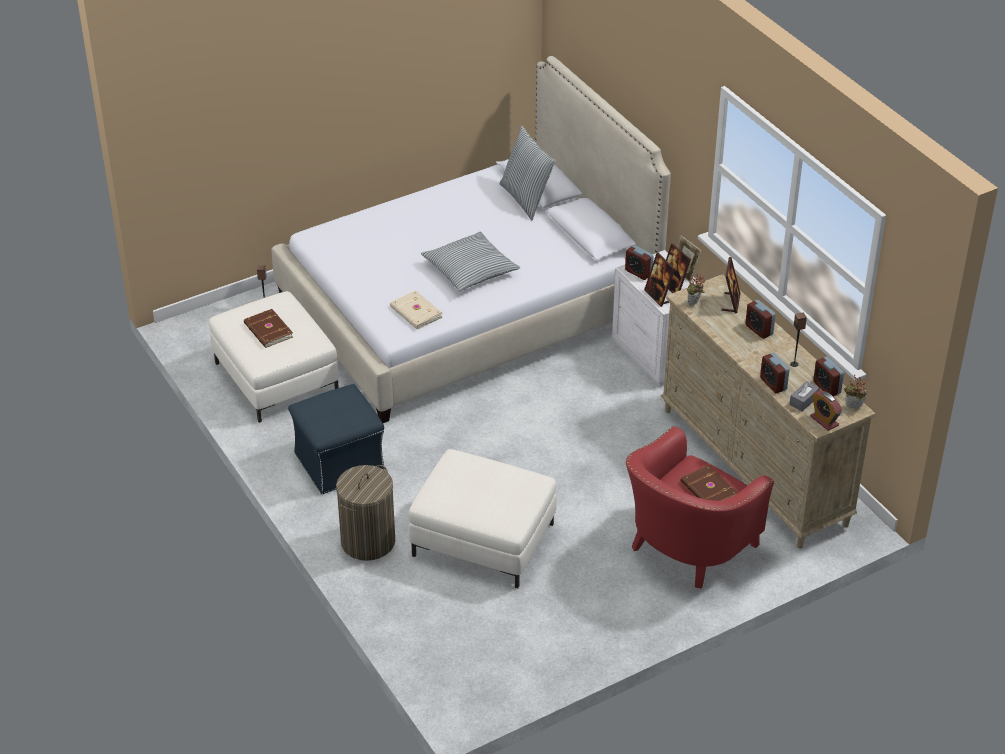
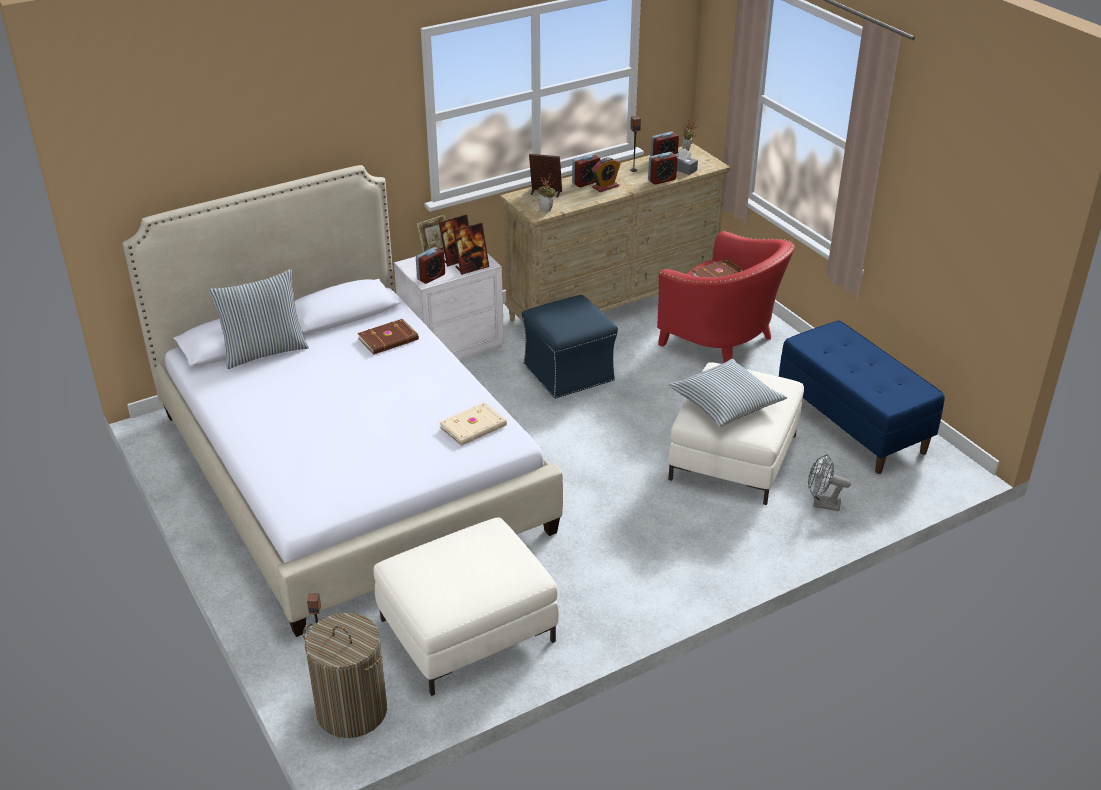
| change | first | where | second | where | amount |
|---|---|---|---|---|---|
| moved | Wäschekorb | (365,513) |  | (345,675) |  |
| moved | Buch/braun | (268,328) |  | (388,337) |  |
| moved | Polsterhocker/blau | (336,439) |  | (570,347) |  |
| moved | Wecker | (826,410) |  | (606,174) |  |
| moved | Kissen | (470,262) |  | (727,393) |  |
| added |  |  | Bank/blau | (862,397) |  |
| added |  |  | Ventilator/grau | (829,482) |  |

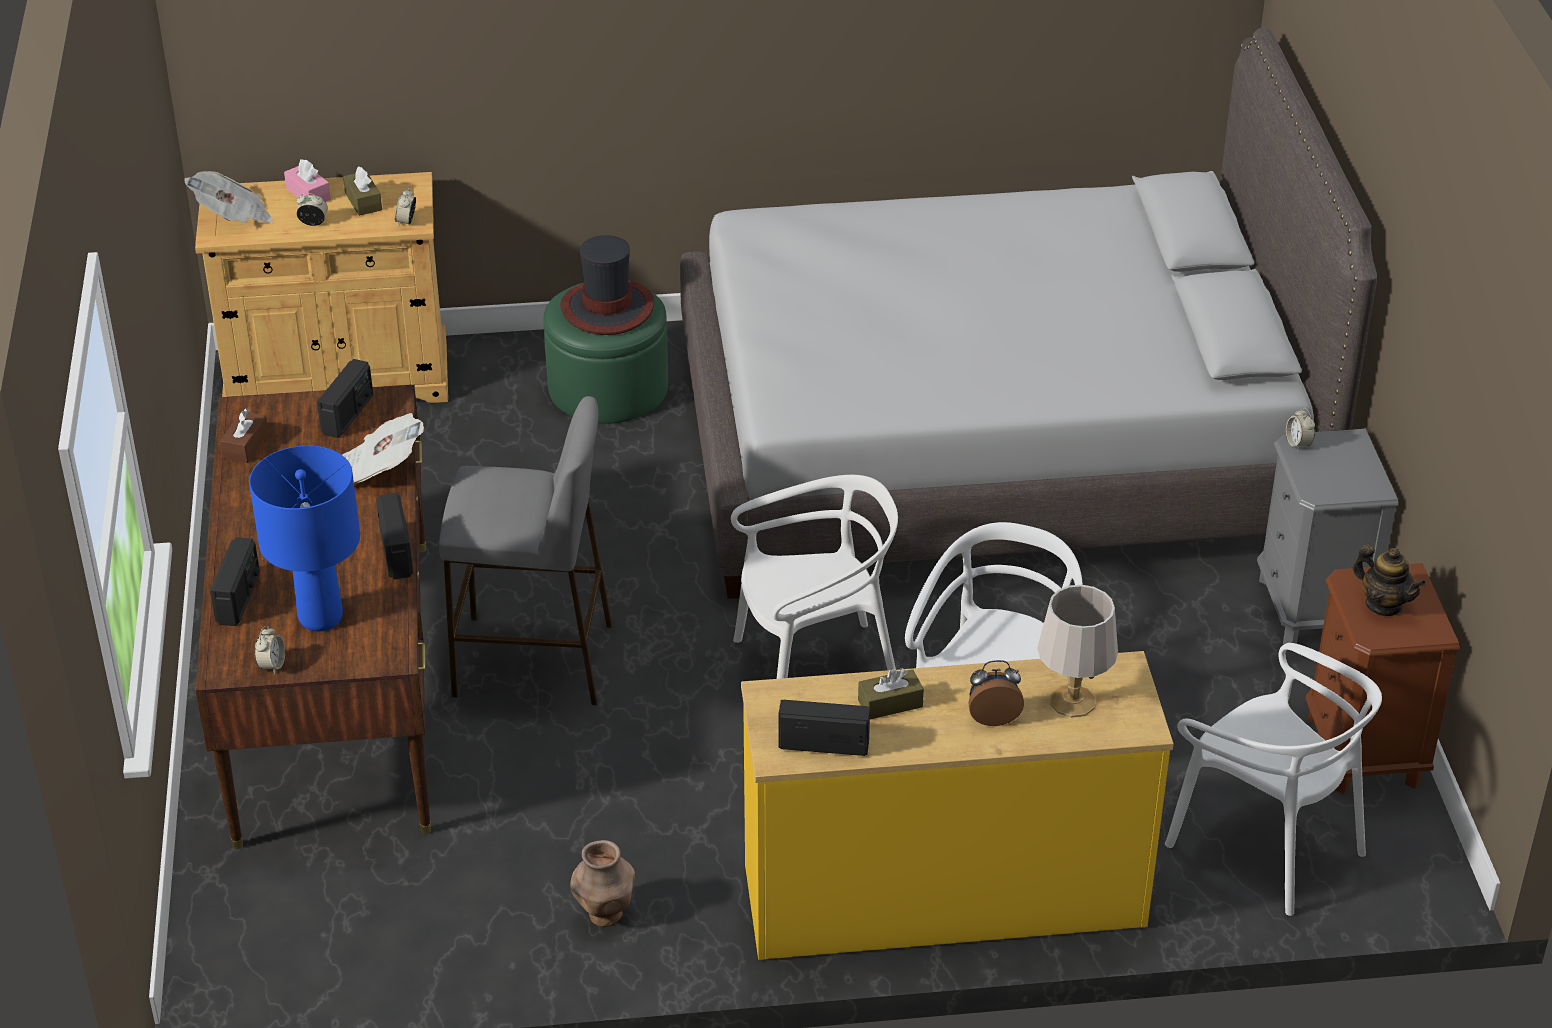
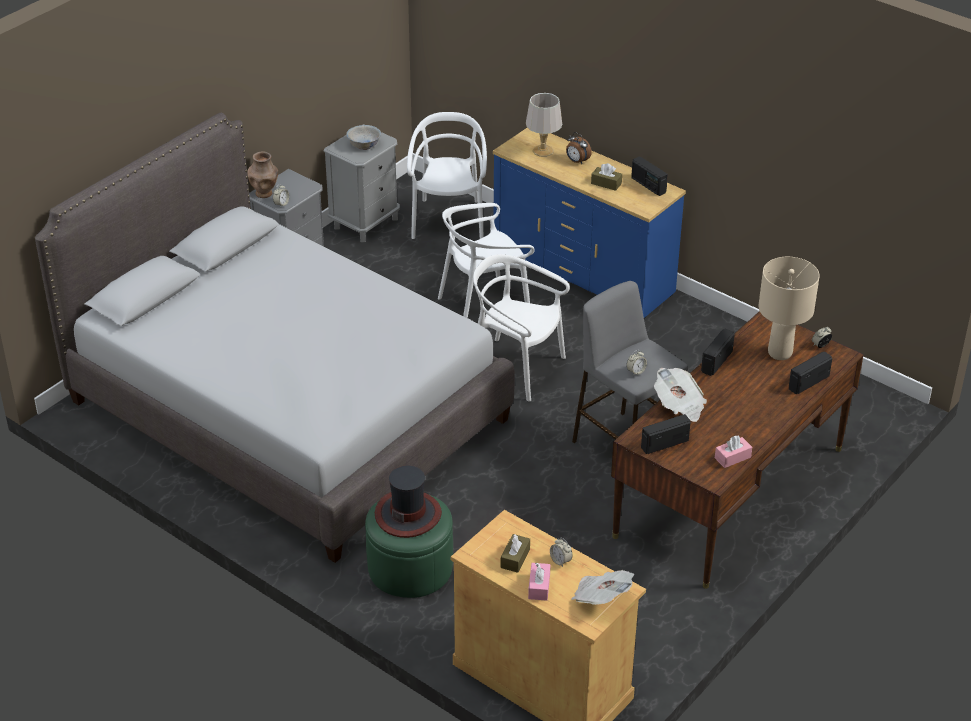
| change | first | where | second | where | amount |
|---|---|---|---|---|---|
| moved | Vase/braun | (602,883) |  | (262,174) |  |
| recoloured | Nachttisch/braun | (1382,679) | Nachttisch/grau | (361,183) |  |
| replaced | Teekanne | (1389,580) | Schüssel/weiß | (363,137) |  |
| recoloured | Kommode/gelb | (957,805) | Kommode/blau | (589,223) |  |
| moved | Wecker | (405,207) |  | (636,363) |  |
| recoloured | Taschentuchbox/braun | (244,435) | Taschentuchbox/rosa | (733,451) |  |
| recoloured | Tischlampe/blau | (304,538) | Tischlampe/beige | (789,308) |  |

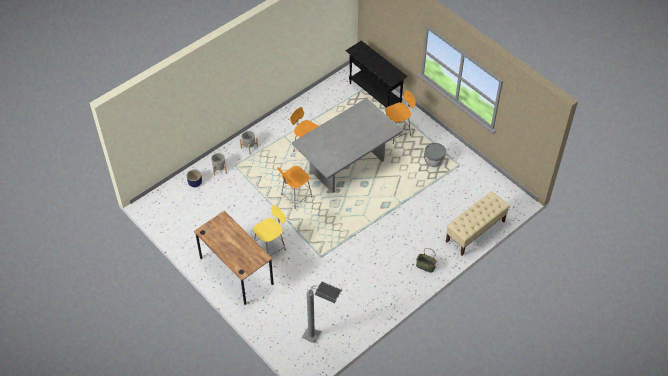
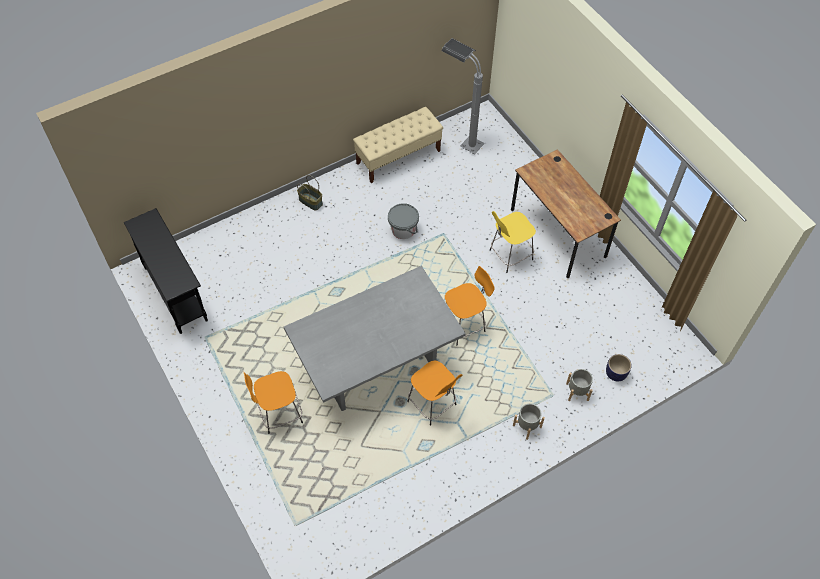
| change | first | where | second | where | amount |
|---|---|---|---|---|---|
| moved | Konsolentisch/schwarz | (377,74) |  | (166,271) |  |
| moved | Bank/beige | (478,223) |  | (398,145) |  |
| moved | Eimer/grau | (435,155) |  | (403,221) |  |

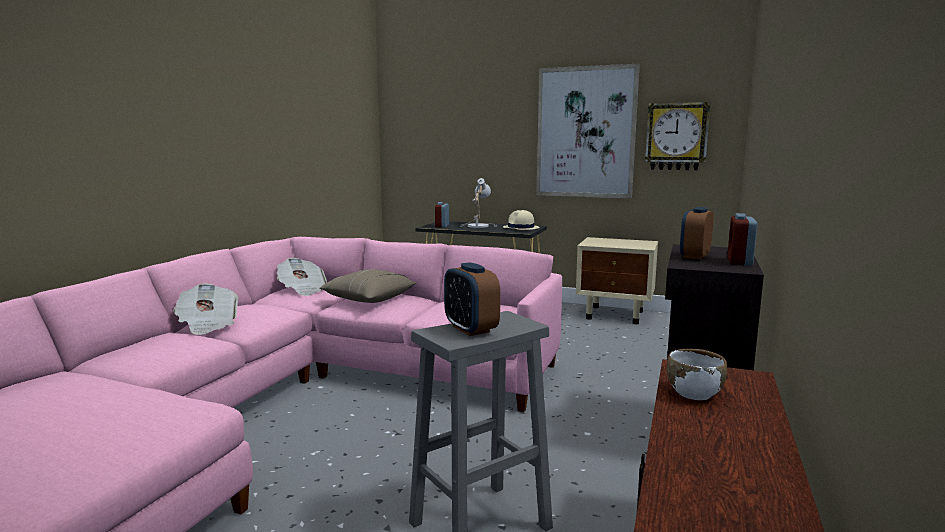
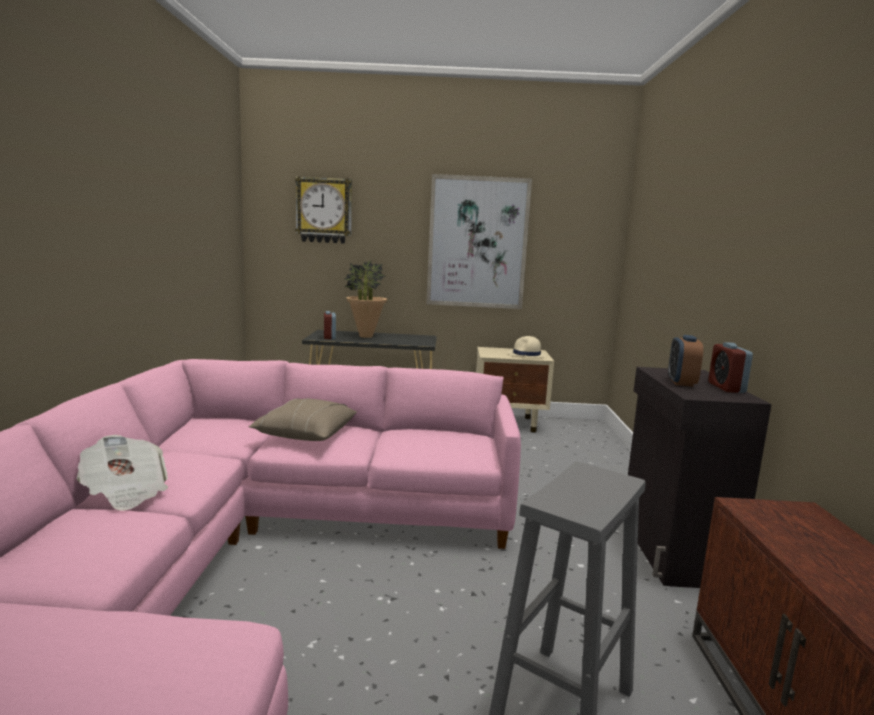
| change | first | where | second | where | amount |
|---|---|---|---|---|---|
| moved | Wanduhr | (677,136) |  | (323,210) |  |
| replaced | Tischlampe | (478,203) | Topfpflanze | (366,299) |  |
| moved | Hut/beige | (521,220) |  | (527,347) |  |
| removed | Zeitung | (302,277) |  |  |  |
| removed | Wecker | (472,299) |  |  |  |
| removed | Schüssel/weiß | (697,374) |  |  |  |

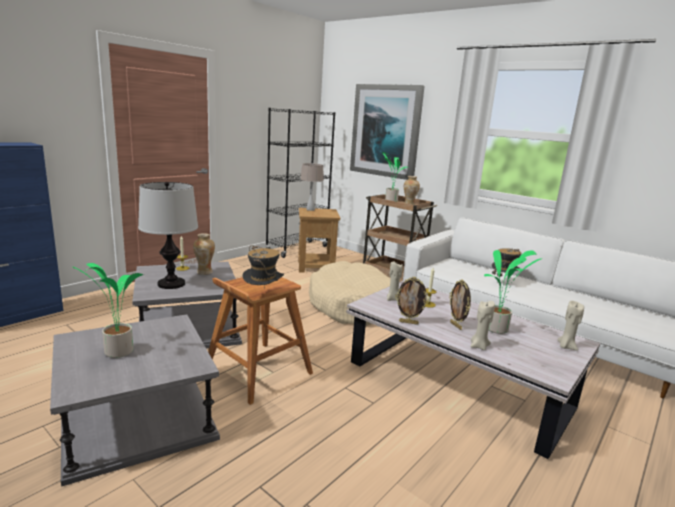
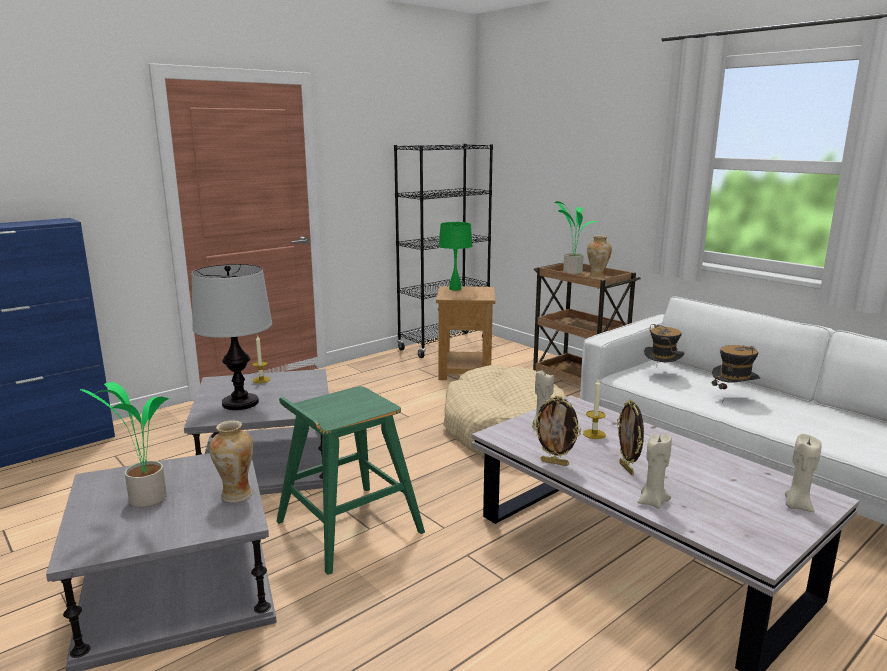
| change | first | where | second | where | amount |
|---|---|---|---|---|---|
| moved | Vase | (204,254) |  | (231,461) |  |
| recoloured | Hocker/braun | (260,341) | Hocker/grün | (350,480) |  |
| recoloured | Tischlampe/beige | (312,187) | Tischlampe/grün | (455,256) |  |
| moved | Hut | (263,266) |  | (664,343) |  |
| removed | Bild | (387,132) |  |  |  |
| removed | Topfpflanze | (513,292) |  |  |  |

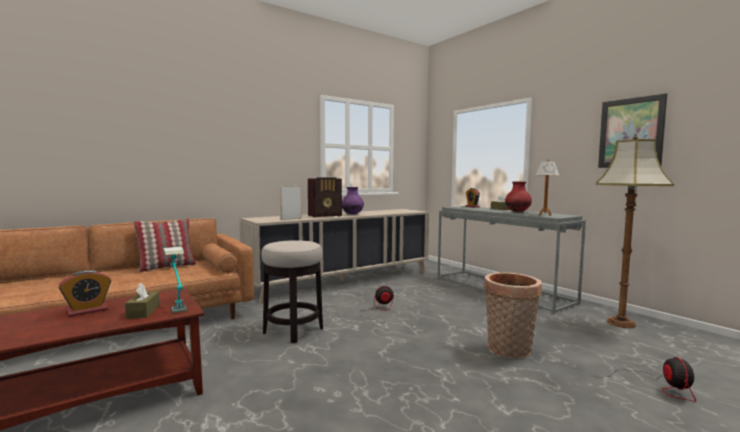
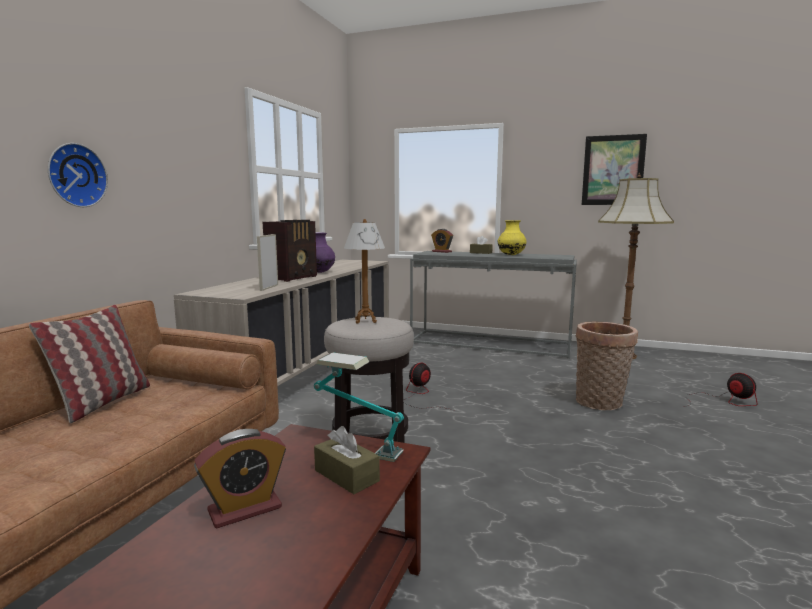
| change | first | where | second | where | amount |
|---|---|---|---|---|---|
| added |  |  | Wanduhr | (78,175) |  |
| turned | Wecker | (84,293) |  | (240,479) | 45 degrees clockwise |
| moved | Tischlampe | (547,188) |  | (364,271) |  |
| recoloured | Vase/rot | (518,197) | Vase/gelb | (512,237) |  |

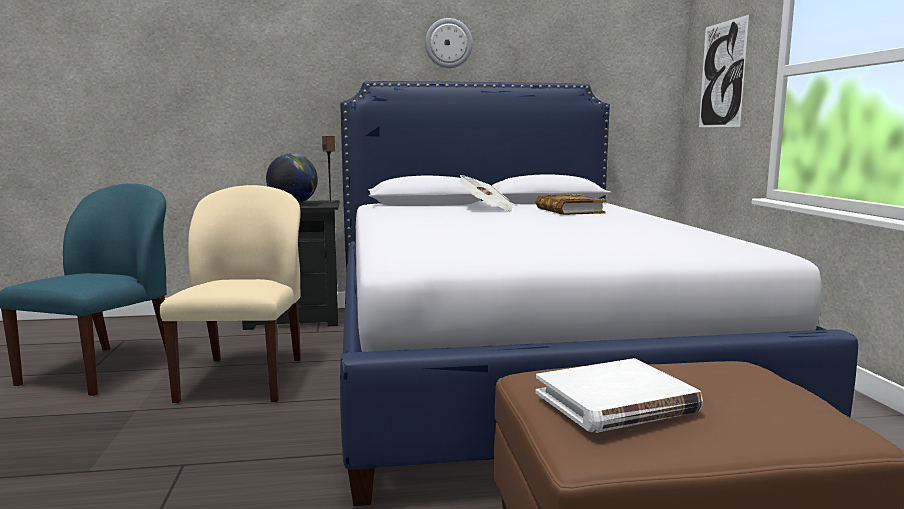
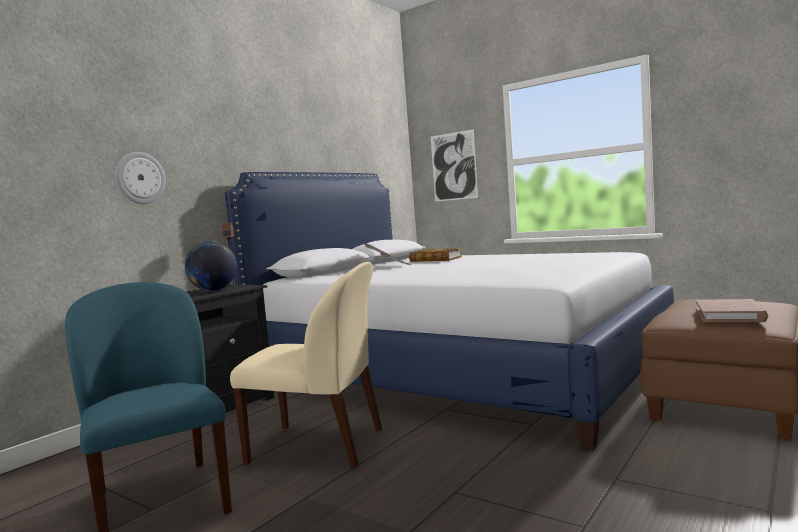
| change | first | where | second | where | amount |
|---|---|---|---|---|---|
| moved | Wanduhr | (449,43) |  | (141,178) |  |
| turned | Stuhl/beige | (230,294) |  | (306,364) | 150 degrees clockwise |
| recoloured | Buch/weiß | (619,395) | Buch/braun | (731,310) |  |

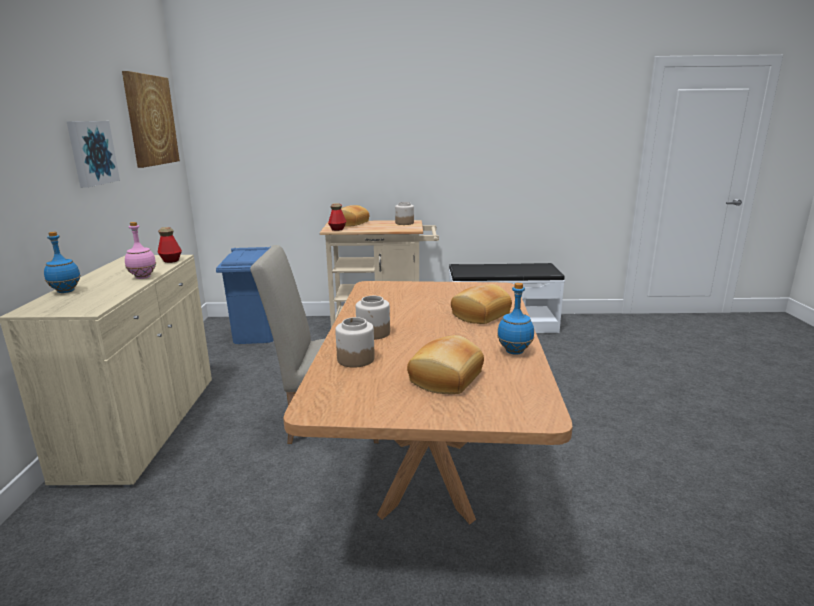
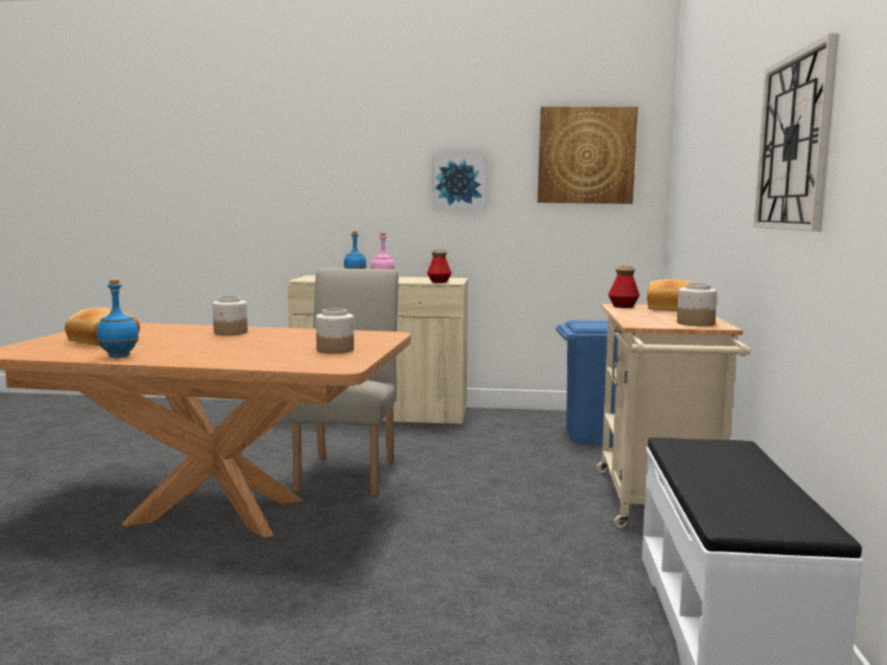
| change | first | where | second | where | amount |
|---|---|---|---|---|---|
| moved | Vorratsglas | (355,342) |  | (335,331) |  |
| added |  |  | Wanduhr | (796,132) |  |
| removed | Brot | (481,304) |  |  |  |

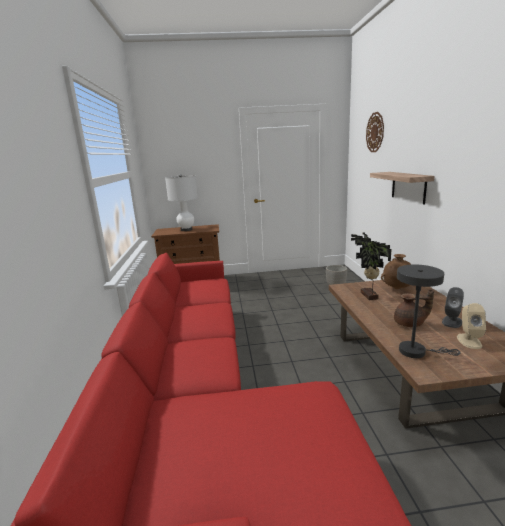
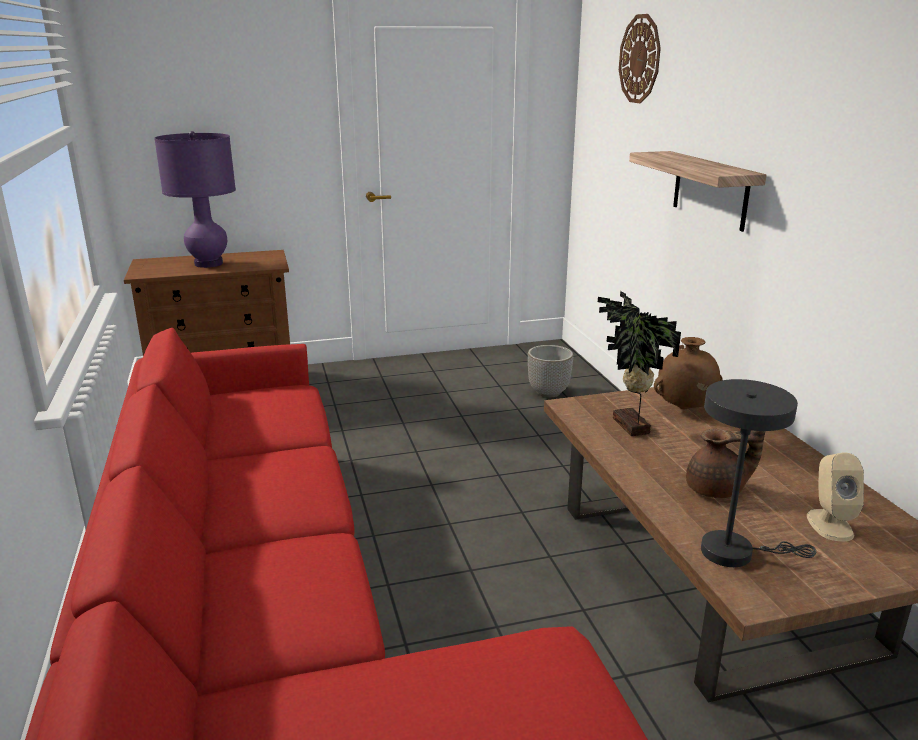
| change | first | where | second | where | amount |
|---|---|---|---|---|---|
| recoloured | Tischlampe/weiß | (181,202) | Tischlampe/lila | (195,199) |  |
| removed | Lautsprecher/grau | (453,307) |  |  |  |

